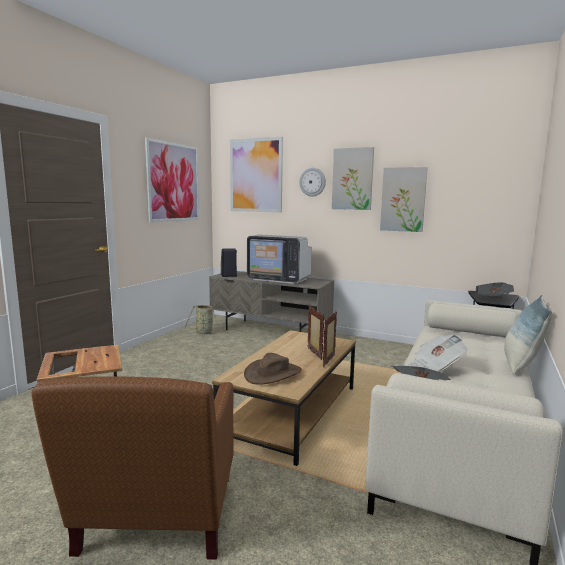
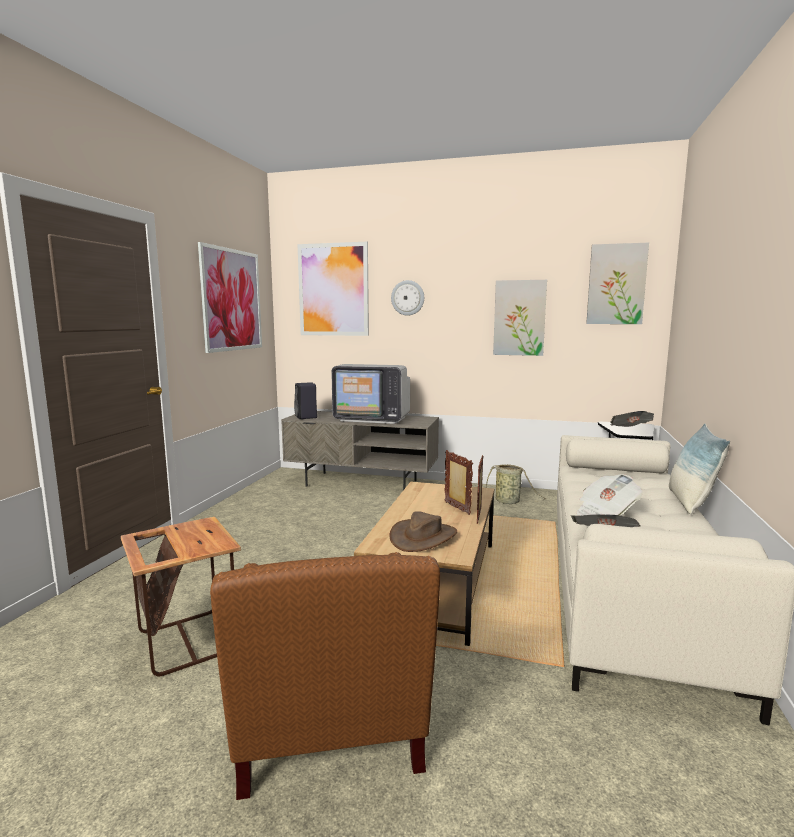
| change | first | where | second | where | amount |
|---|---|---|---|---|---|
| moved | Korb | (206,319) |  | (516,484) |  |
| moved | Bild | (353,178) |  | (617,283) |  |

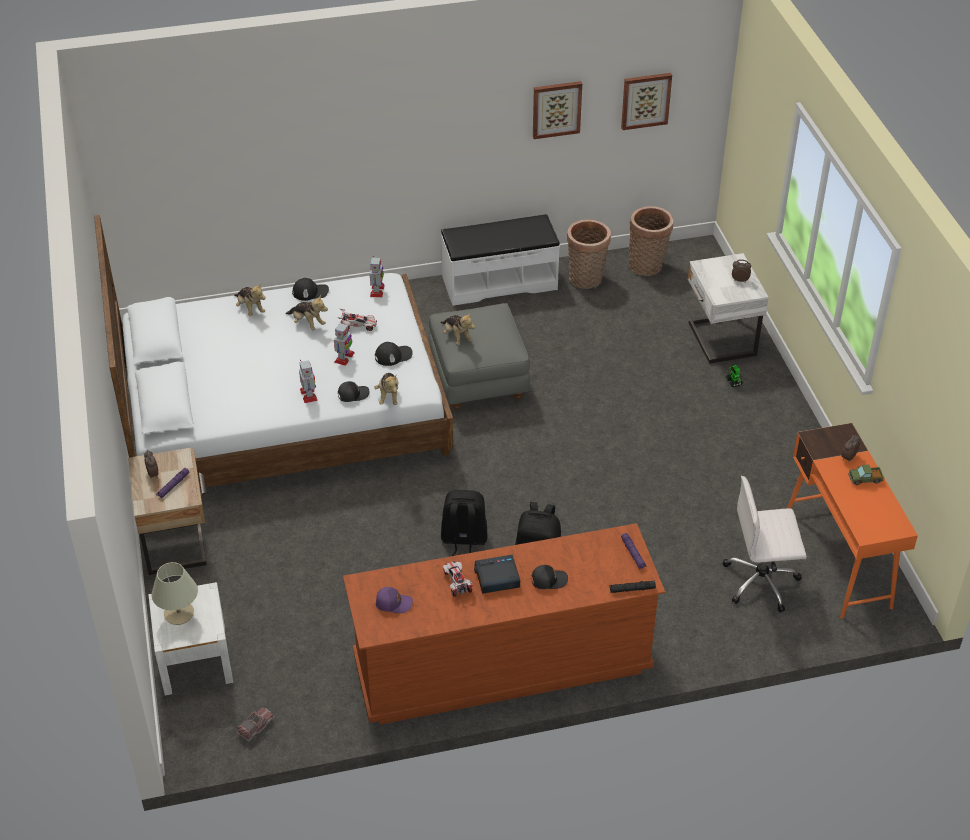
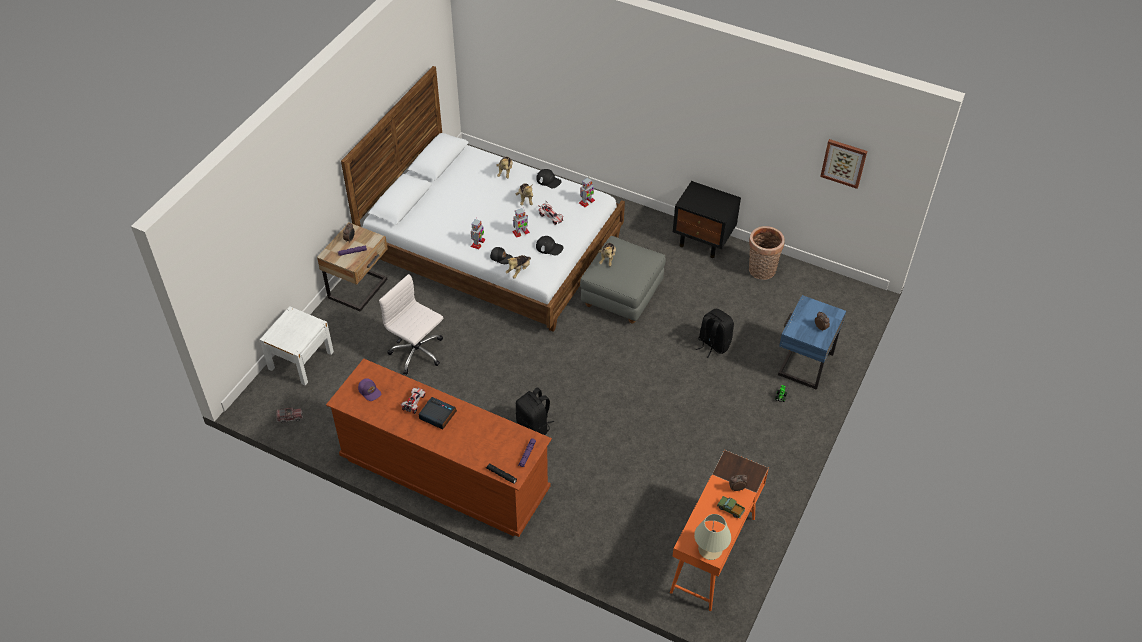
| change | first | where | second | where | amount |
|---|---|---|---|---|---|
| moved | Bürostuhl/weiß | (764,544) |  | (411,324) |  |
| replaced | Bank/weiß | (500,260) | Nachttisch/schwarz | (707,219) |  |
| moved | Tischlampe/beige | (175,593) |  | (712,537) |  |
| moved | Rucksack/schwarz | (464,523) |  | (715,333) |  |
| recoloured | Nachttisch/weiß | (728,308) | Nachttisch/blau | (812,342) |  |
| removed | Kappe/schwarz | (550,577) |  |  |  |
| removed | Bild | (557,110) |  |  |  |
| removed | Korb | (651,241) |  |  |  |

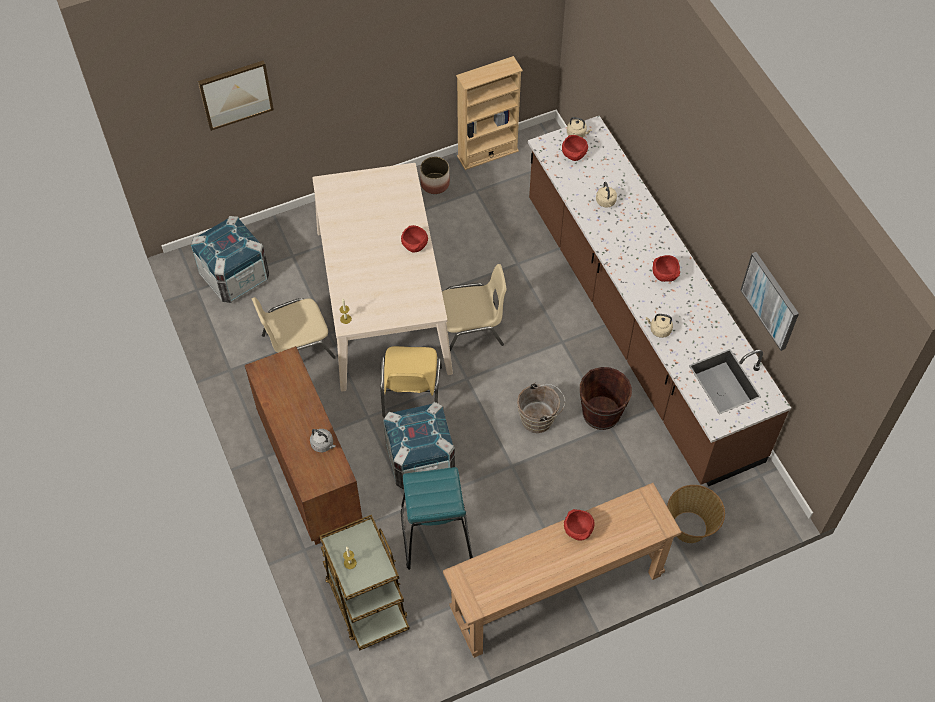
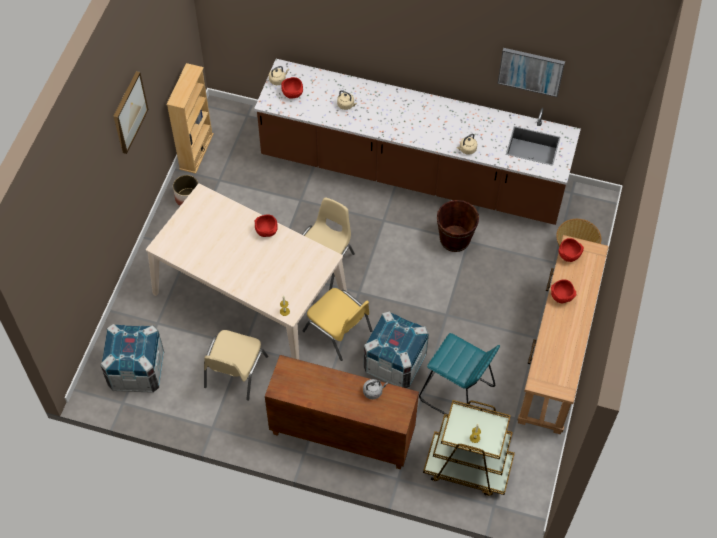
| change | first | where | second | where | amount |
|---|---|---|---|---|---|
| moved | Bild | (236,95) |  | (130,112) |  |
| moved | Schüssel/rot | (666,268) |  | (571,250) |  |
| removed | Eimer/braun | (541,408) |  |  |  |

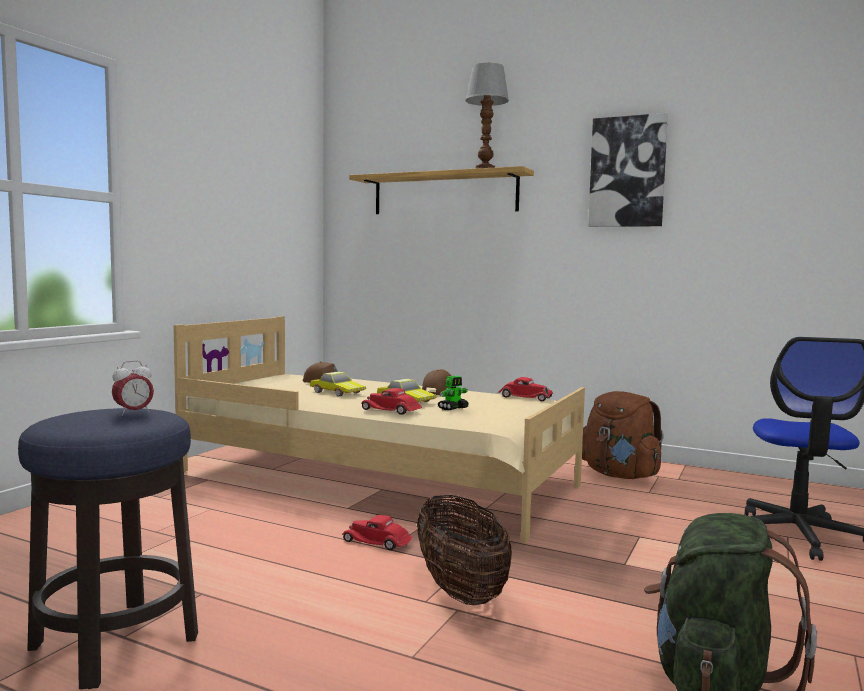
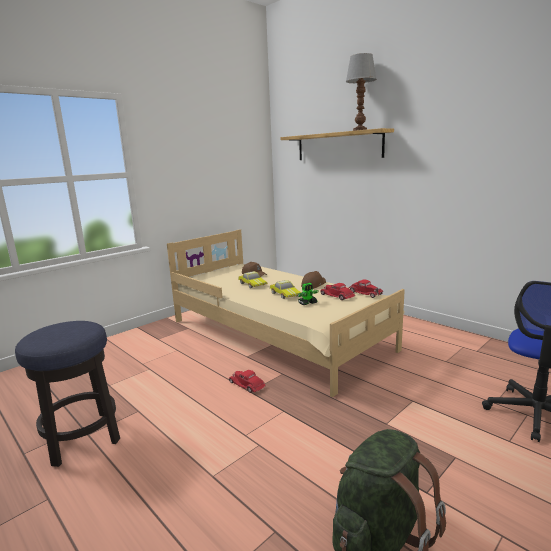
| change | first | where | second | where | amount |
|---|---|---|---|---|---|
| moved | Spielzeugauto/rot | (391,401) |  | (337,291) |  |
| removed | Wecker | (133,388) |  |  |  |
| removed | Korb | (464,550) |  |  |  |
| removed | Rucksack/braun | (623,435) |  |  |  |
| removed | Bild | (628,170) |  |  |  |

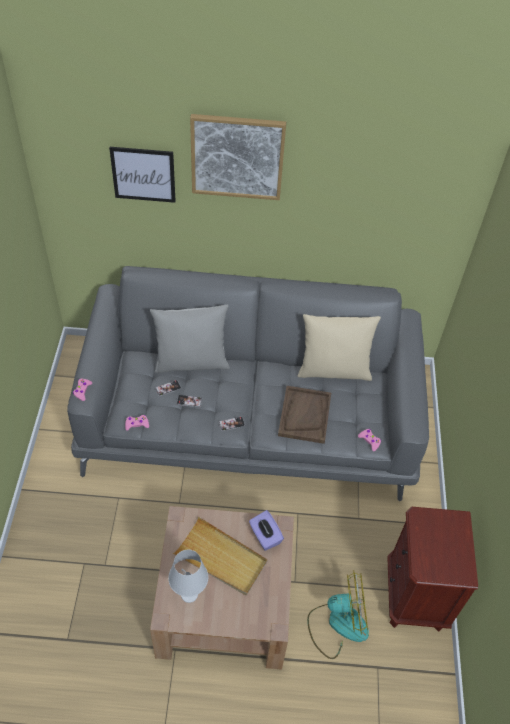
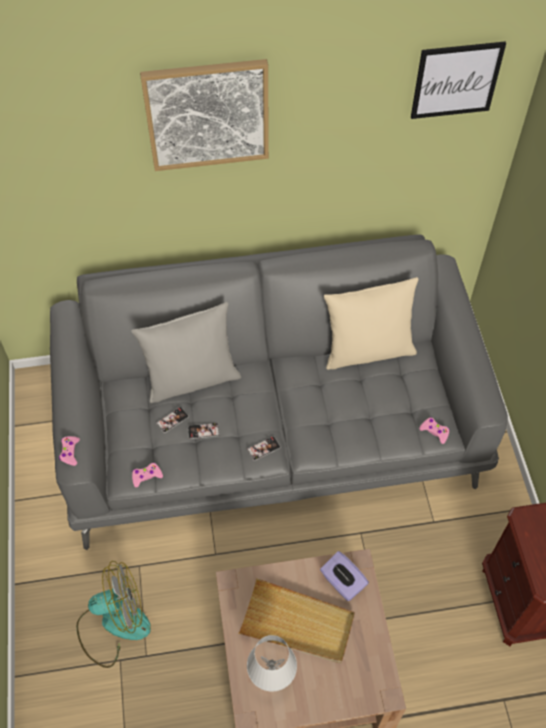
| change | first | where | second | where | amount |
|---|---|---|---|---|---|
| moved | Ventilator | (338,614) |  | (113,614) |  |
| moved | Bild | (142,175) |  | (458,80) |  |
| removed | Tablett/braun | (304,415) |  |  |  |

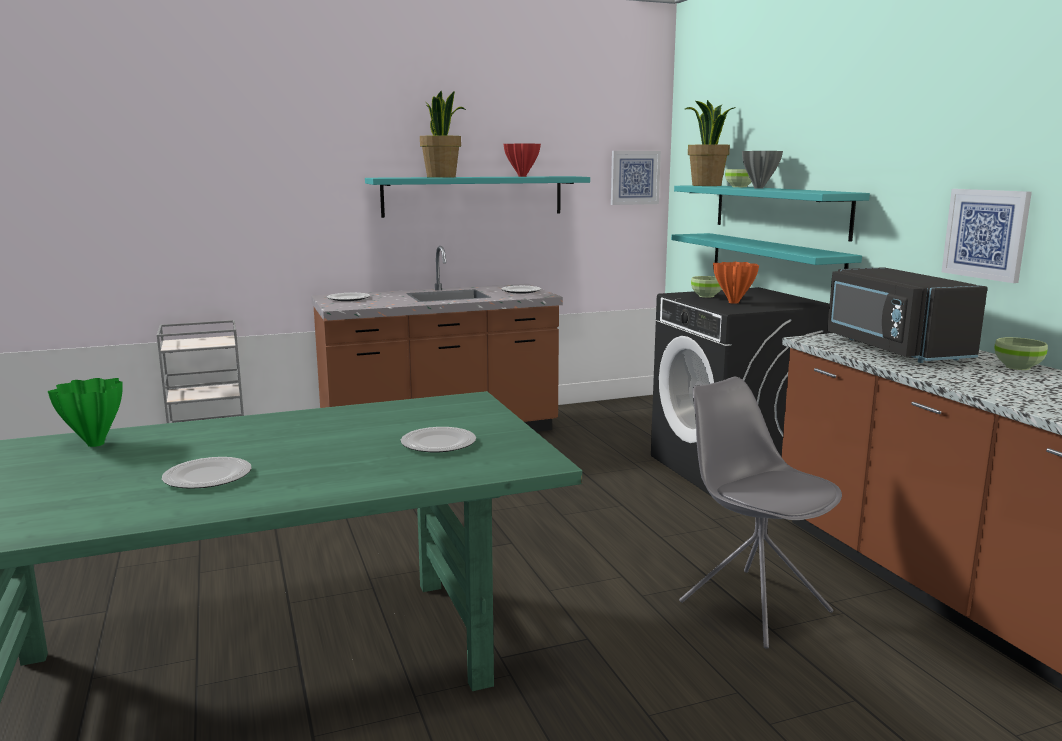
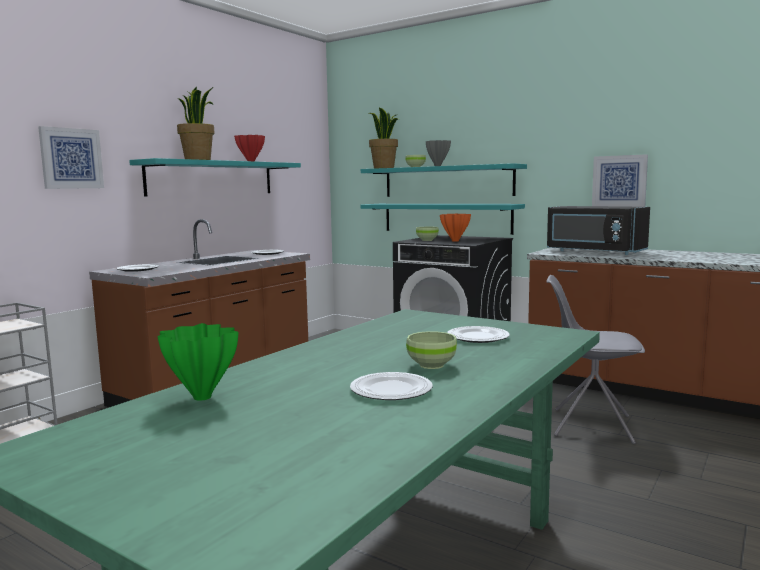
| change | first | where | second | where | amount |
|---|---|---|---|---|---|
| moved | Bild | (636,178) |  | (71,157) |  |
| moved | Schüssel/grün | (1021,353) |  | (431,350) |  |

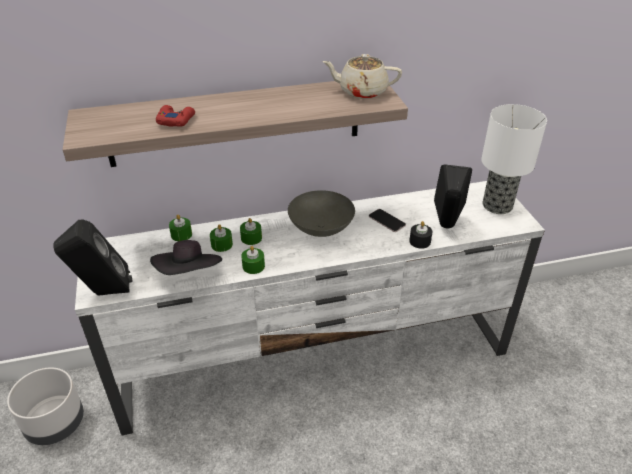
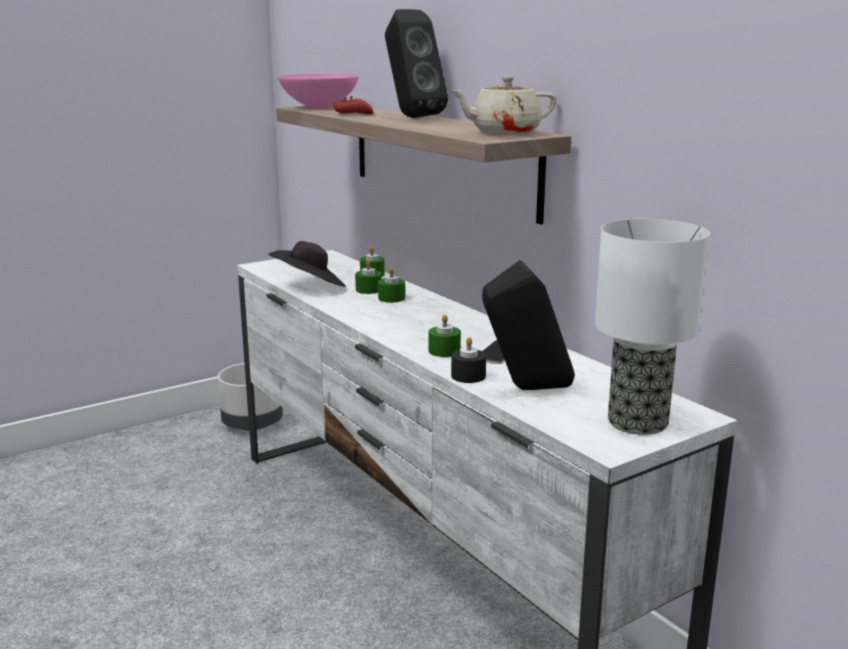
| change | first | where | second | where | amount |
|---|---|---|---|---|---|
| added |  |  | Schüssel/rosa | (318,91) |  |
| moved | Lautsprecher/schwarz | (93,258) |  | (416,63) |  |
| moved | Kerze/grün | (253,260) |  | (445,335) |  |
| turned | Teekanne/beige | (362,76) |  | (503,106) | 90 degrees counterclockwise |
| removed | Schüssel/grau | (321,213) |  |  |  |

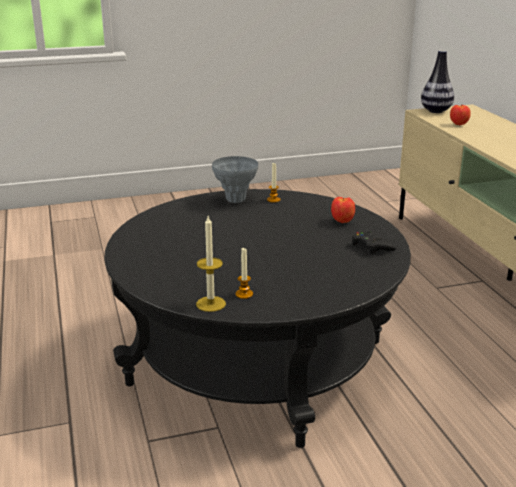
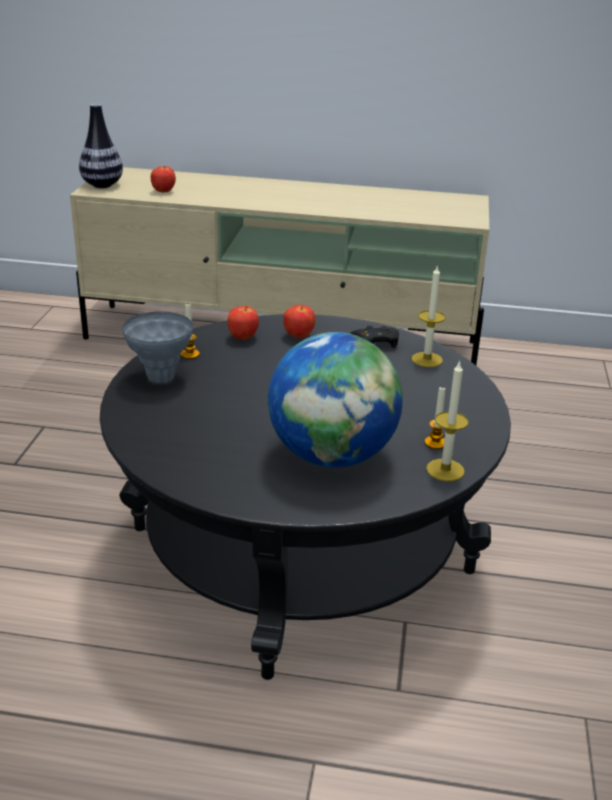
| change | first | where | second | where | amount |
|---|---|---|---|---|---|
| added |  |  | Apfel | (243,323) |  |
| added |  |  | Globus | (335,400) |  |
| added |  |  | Kerze | (428,316) |  |

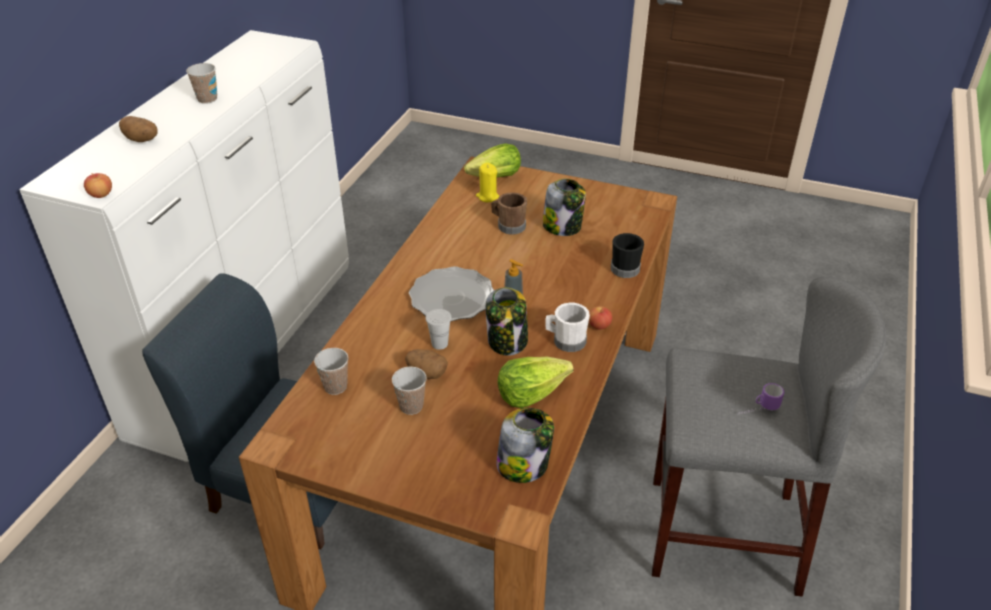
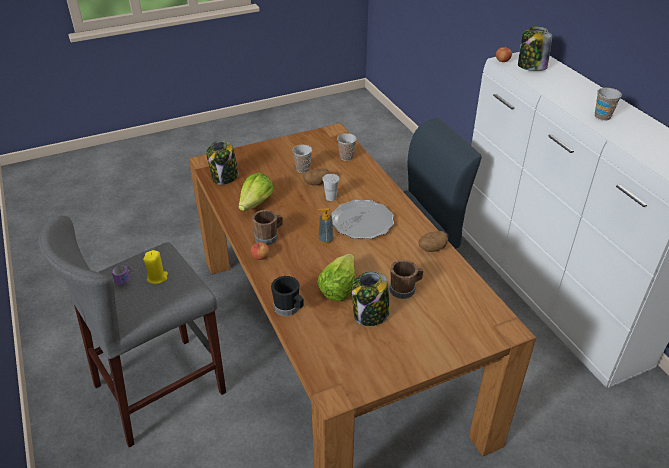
| change | first | where | second | where | amount |
|---|---|---|---|---|---|
| moved | Kerze/gelb | (487,182) |  | (155,267) |  |
| recoloured | Henkelbecher/weiß | (567,327) | Henkelbecher/braun | (267,227) |  |
| moved | Salatkopf | (492,160) |  | (336,277) |  |
| moved | Kartoffel | (138,129) |  | (433,241) |  |
| moved | Vorratsglas | (507,321) |  | (535,48) |  |

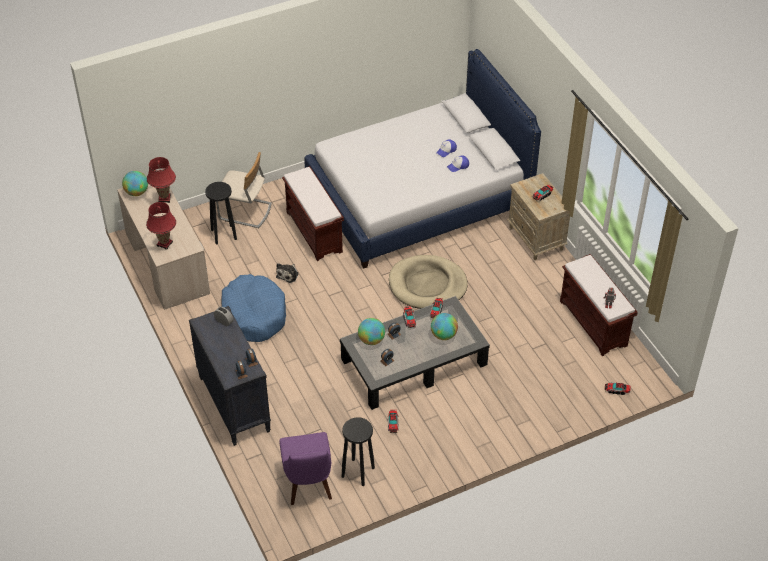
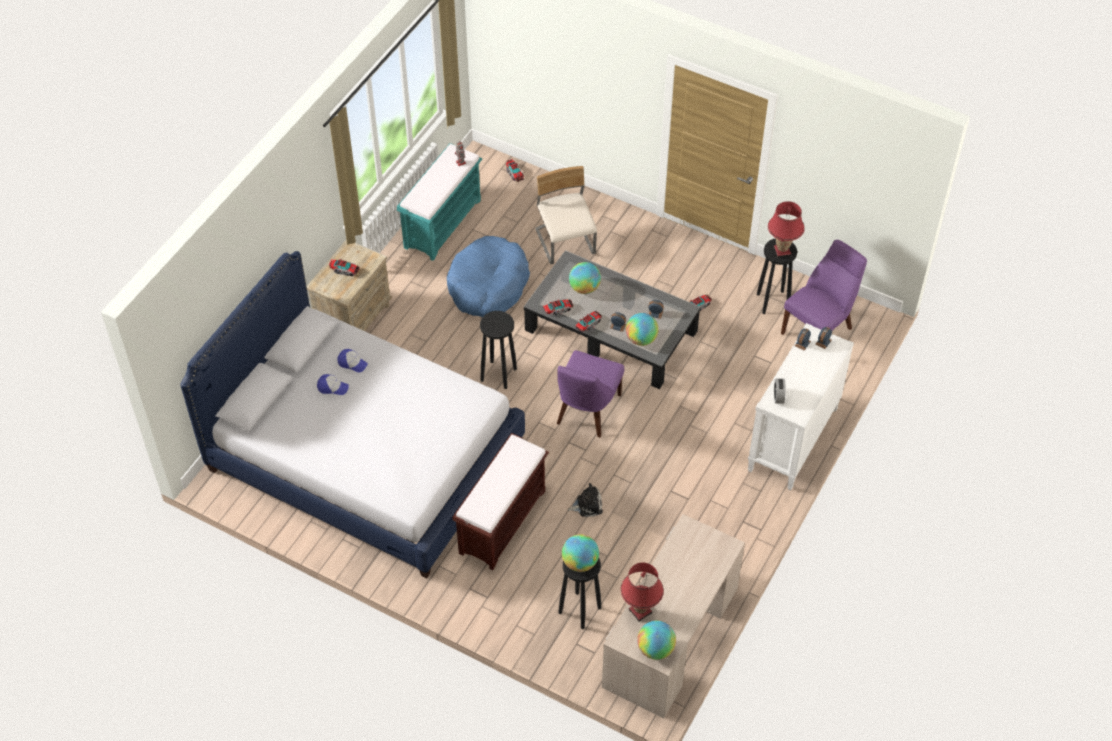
| change | first | where | second | where | amount |
|---|---|---|---|---|---|
| recoloured | Bank/braun | (599,305) | Bank/türkis | (439,202) |  |
| moved | Hundebett/blau | (253,308) |  | (488,277) |  |
| replaced | Hundebett/beige | (428,282) | Hocker/schwarz | (498,350) |  |
| moved | Stuhl/beige | (244,190) |  | (566,215) |  |
| added |  |  | Stuhl/lila | (590,393) |  |
| added |  |  | Globus | (580,553) |  |
| recoloured | Kommode/schwarz | (230,376) | Kommode/weiß | (801,406) |  |
| moved | Tischlampe/rot | (161,226) |  | (786,229) |  |

